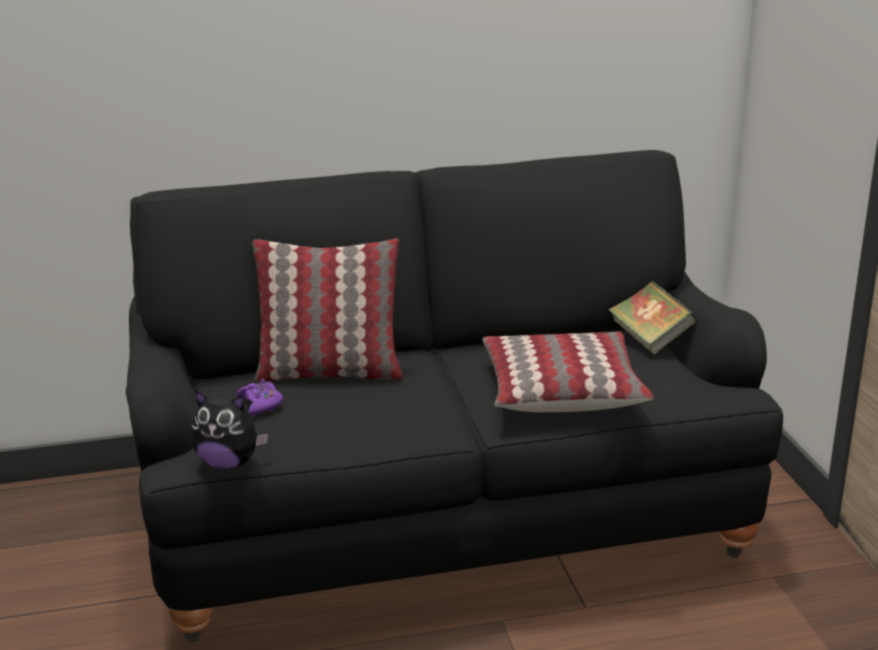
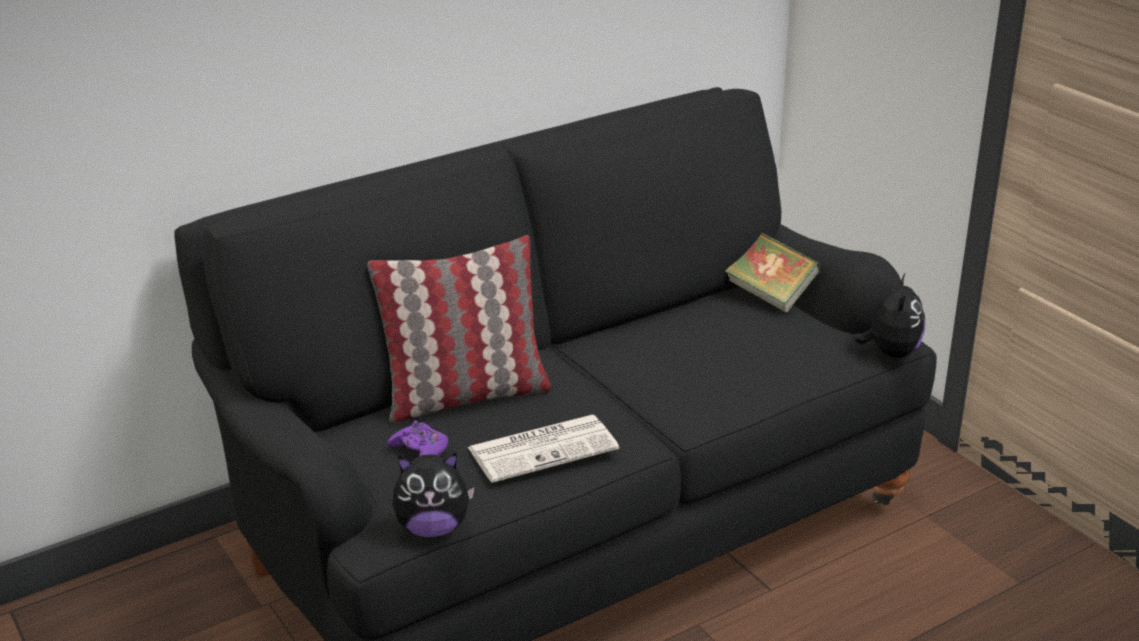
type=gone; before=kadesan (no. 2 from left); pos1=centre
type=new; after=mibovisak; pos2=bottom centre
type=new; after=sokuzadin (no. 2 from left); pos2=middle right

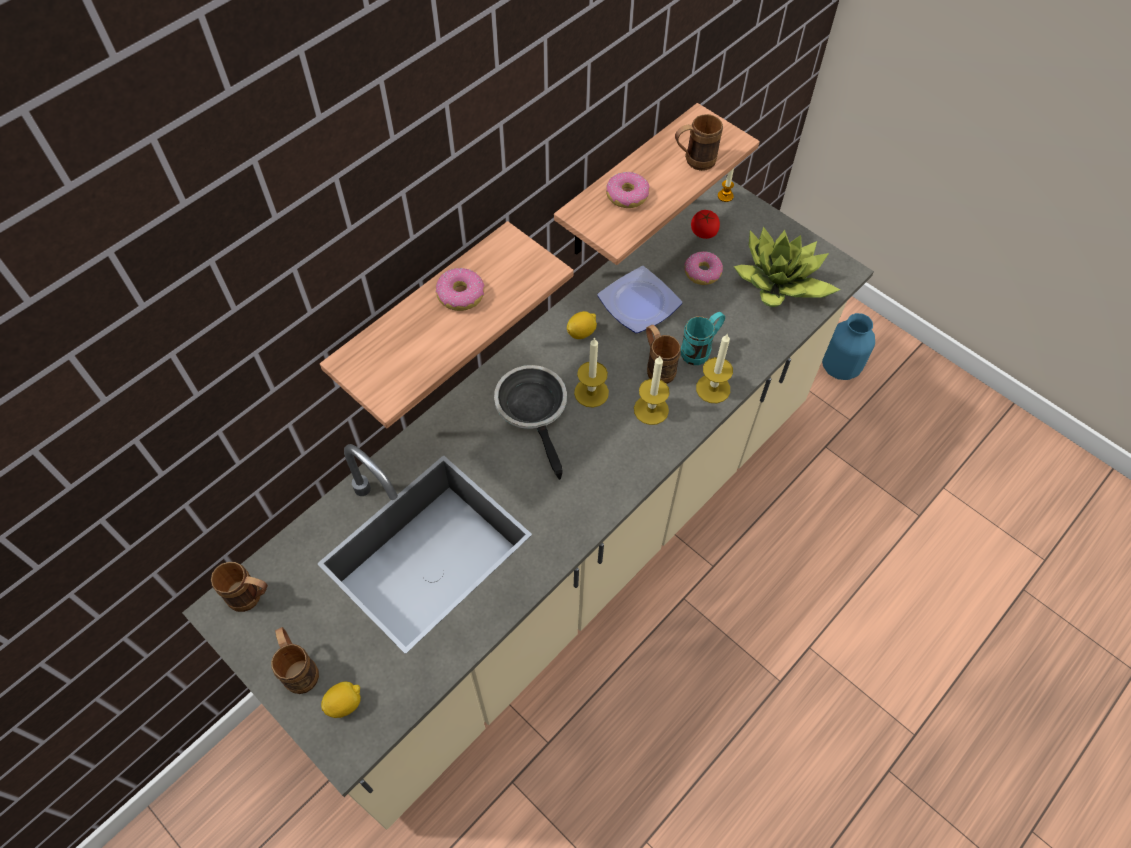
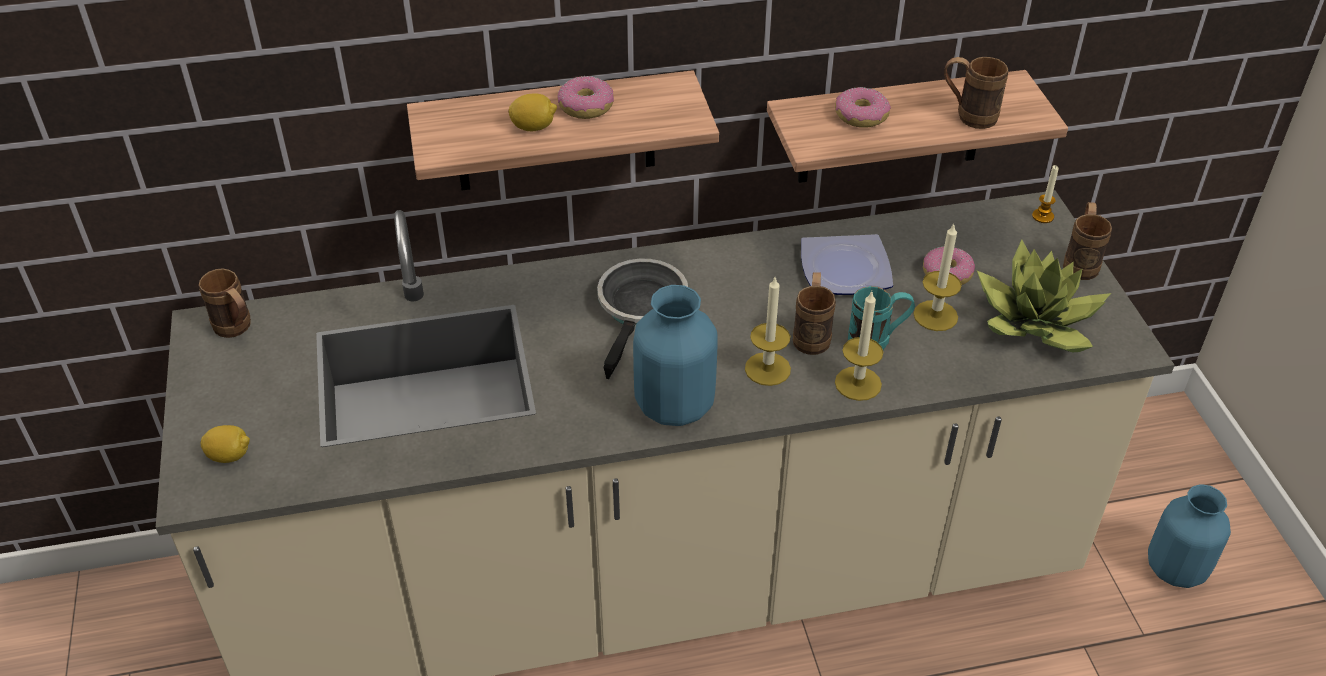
type=gone; before=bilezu; pos1=top centre
type=new; after=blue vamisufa (no. 1 from left); pos2=centre
type=shifted; before=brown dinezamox (no. 2 from left in the first image); after=brown dinezamox (no. 4 from left); pos1=bottom left; pos2=middle right
type=shifted; before=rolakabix (no. 2 from left); pos1=centre; pos2=top centre
type=shifted; before=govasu (no. 1 from left in the first image); after=govasu (no. 3 from left); pos1=centre; pos2=middle right

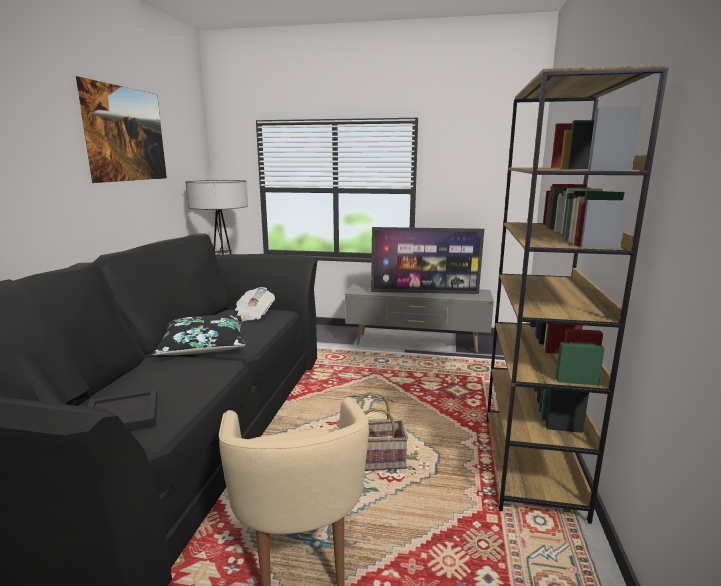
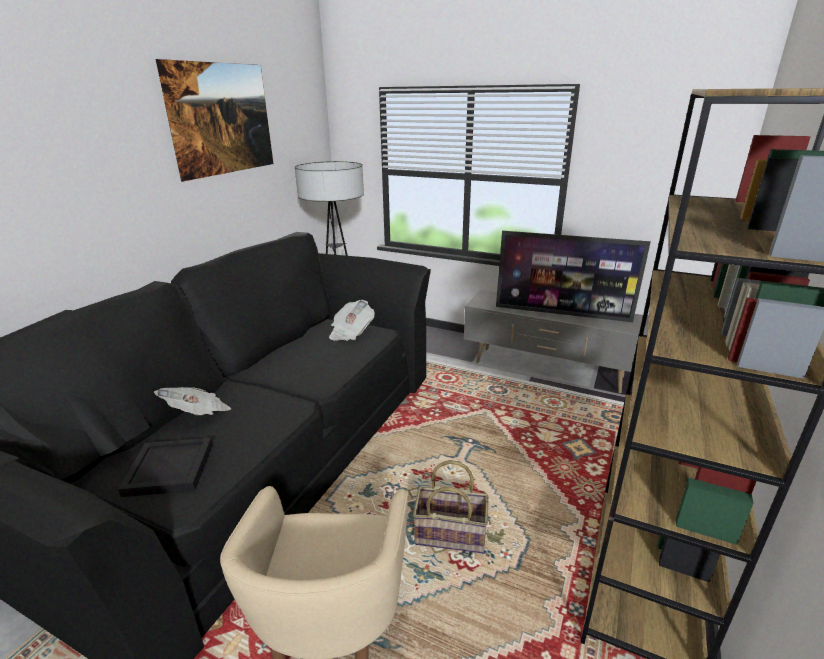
type=gone; before=black kadesan; pos1=middle left
type=new; after=mibovisak (no. 1 from left); pos2=middle left

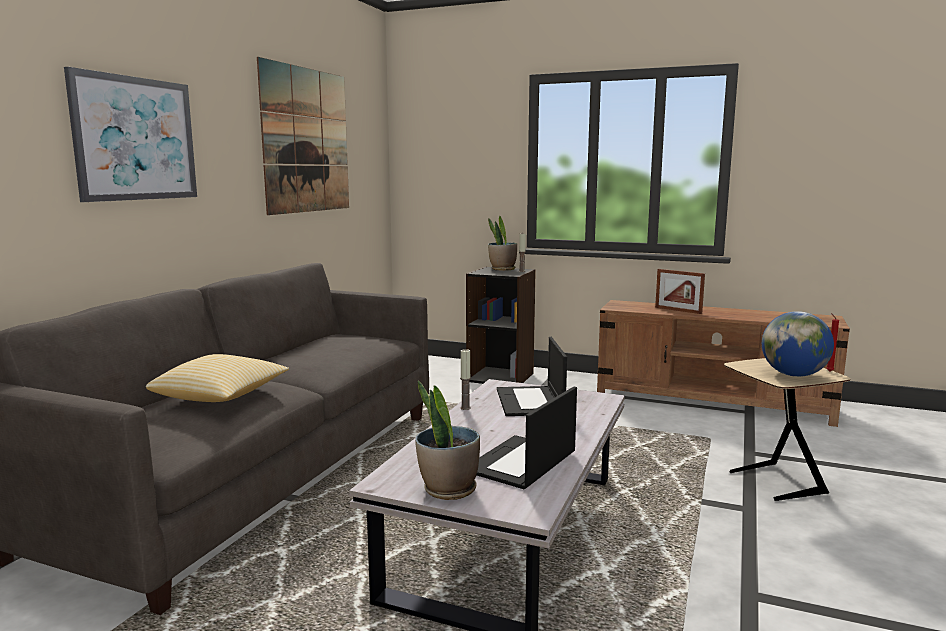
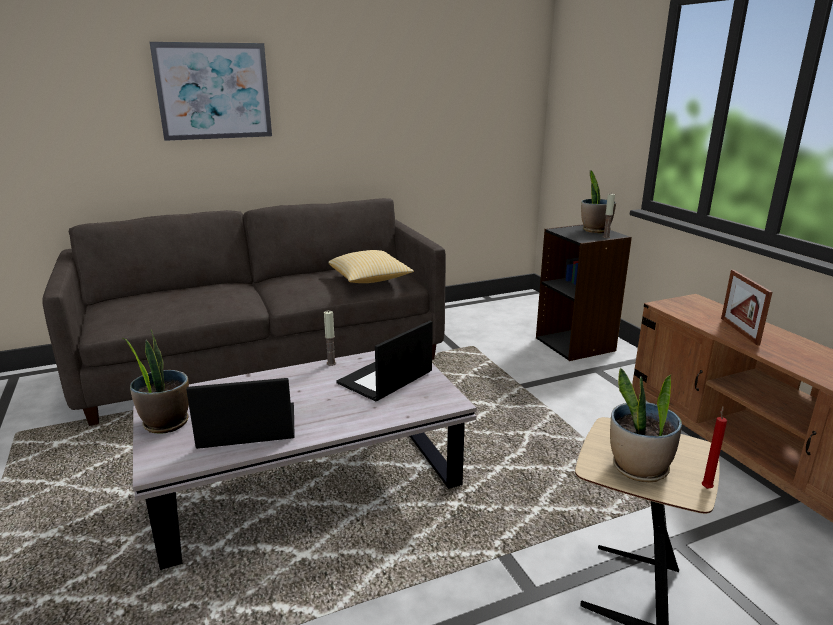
type=gone; before=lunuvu (no. 2 from left); pos1=top left
type=shifted; before=kadesan; pos1=middle left; pos2=centre
type=swapped; before=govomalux; after=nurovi (no. 3 from left); pos1=middle right; pos2=bottom right

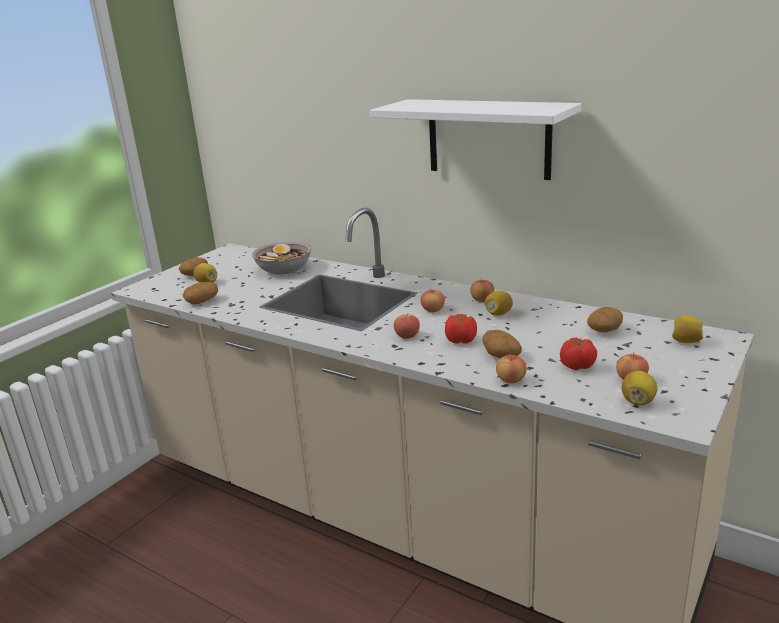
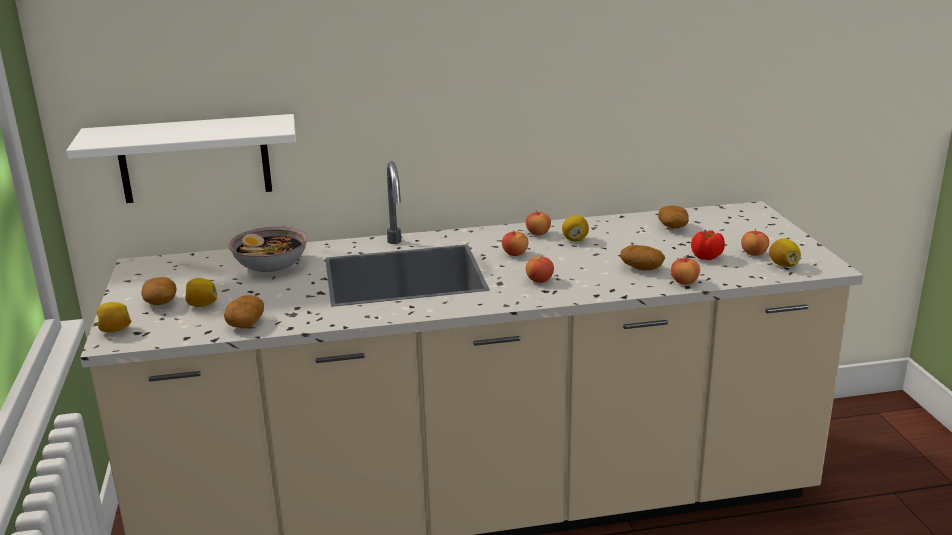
type=gone; before=bilezu (no. 1 from left); pos1=centre
type=shifted; before=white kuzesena; pos1=top centre; pos2=top left
type=shifted; before=rolakabix (no. 4 from left in the first image); after=rolakabix (no. 1 from left); pos1=middle right; pos2=middle left

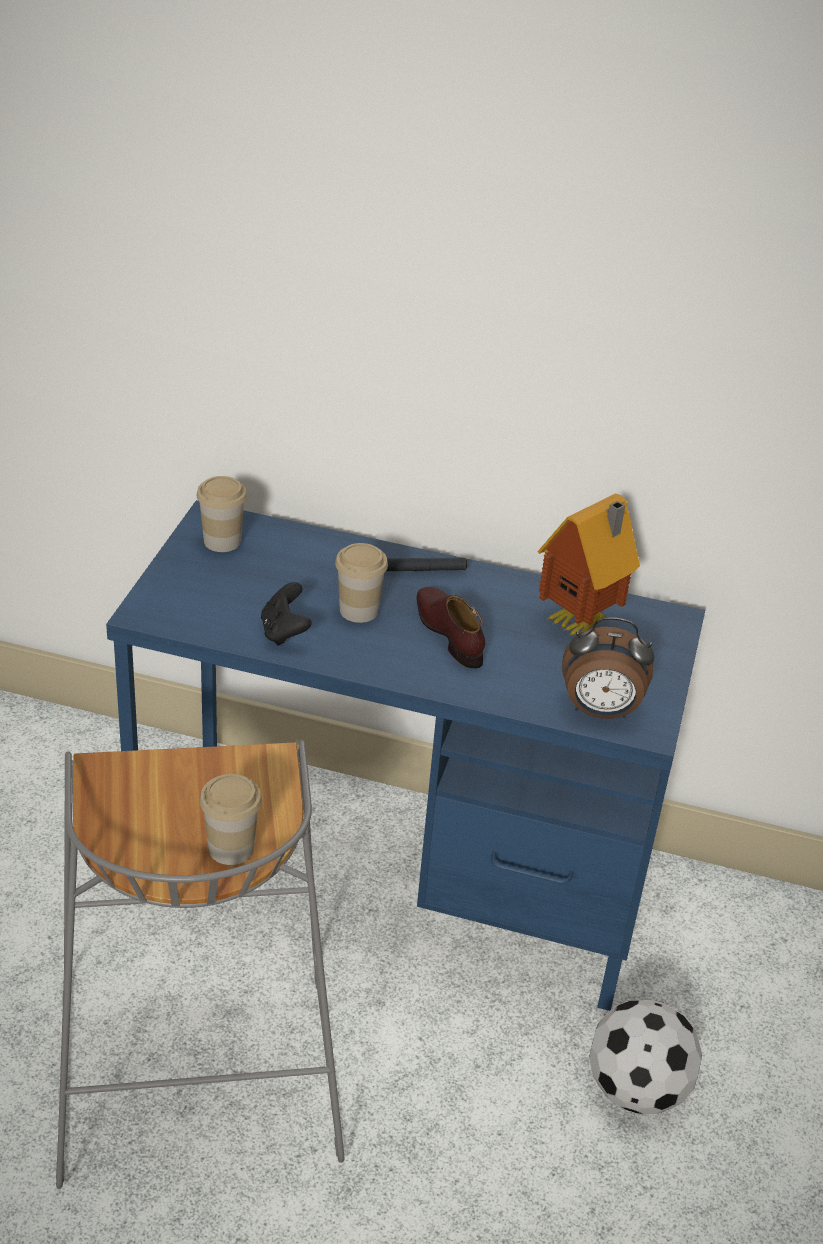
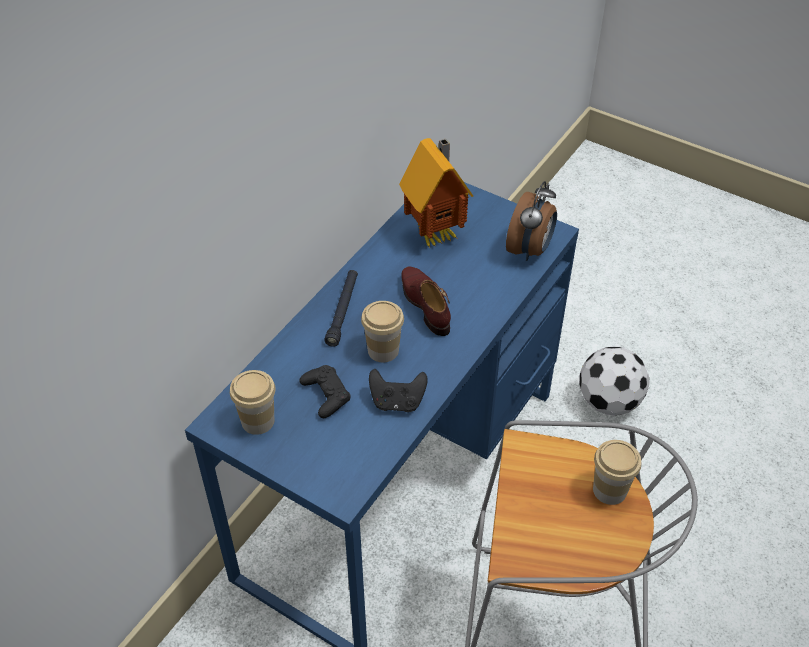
type=new; after=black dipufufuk (no. 1 from left); pos2=centre
type=rotated; before=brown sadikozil; pos1=centre; pos2=centre; turn=75

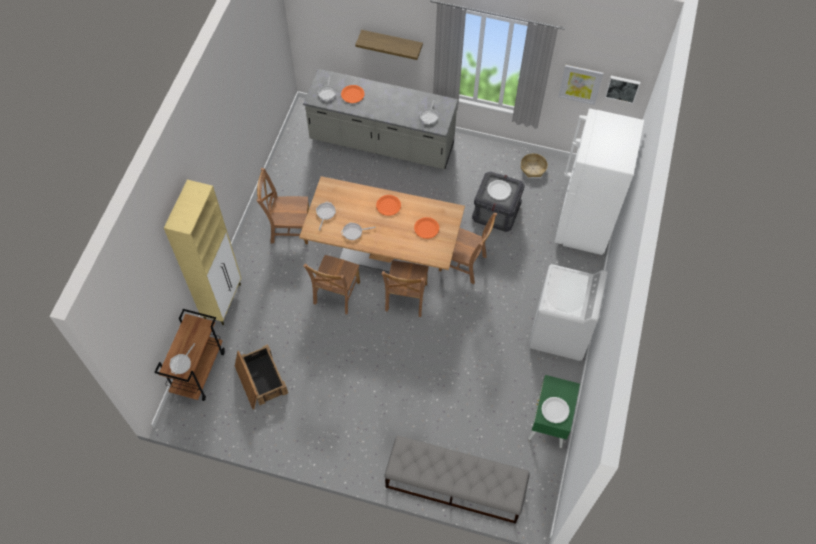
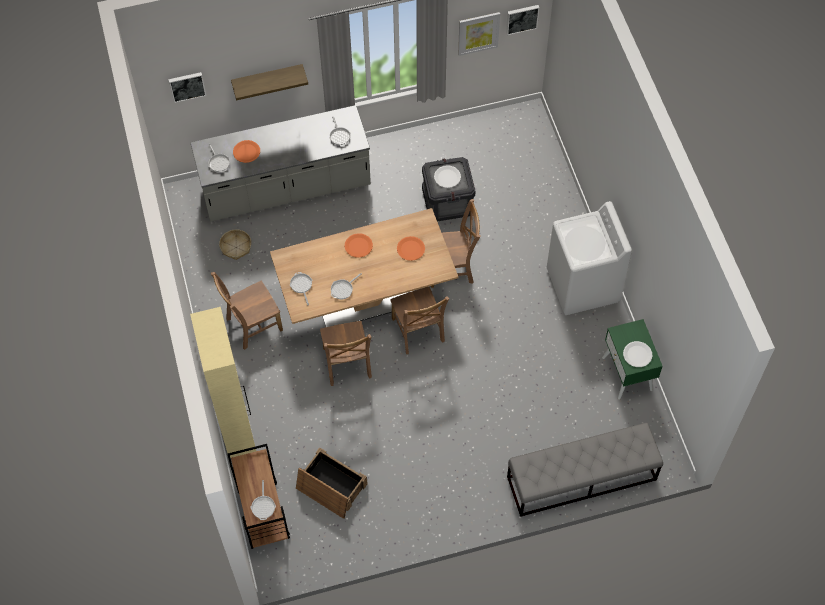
type=gone; before=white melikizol; pos1=top right
type=new; after=lunuvu (no. 1 from left); pos2=top left
type=shifted; before=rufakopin; pos1=top centre; pos2=middle left

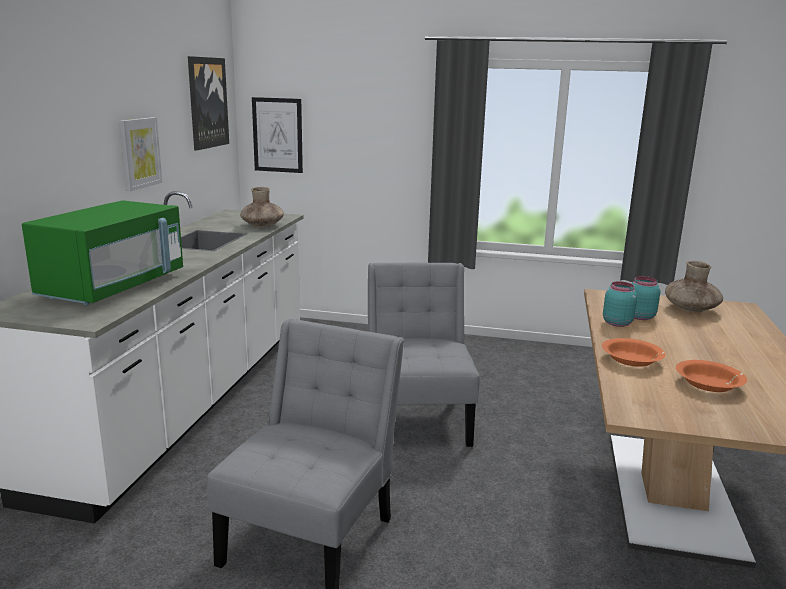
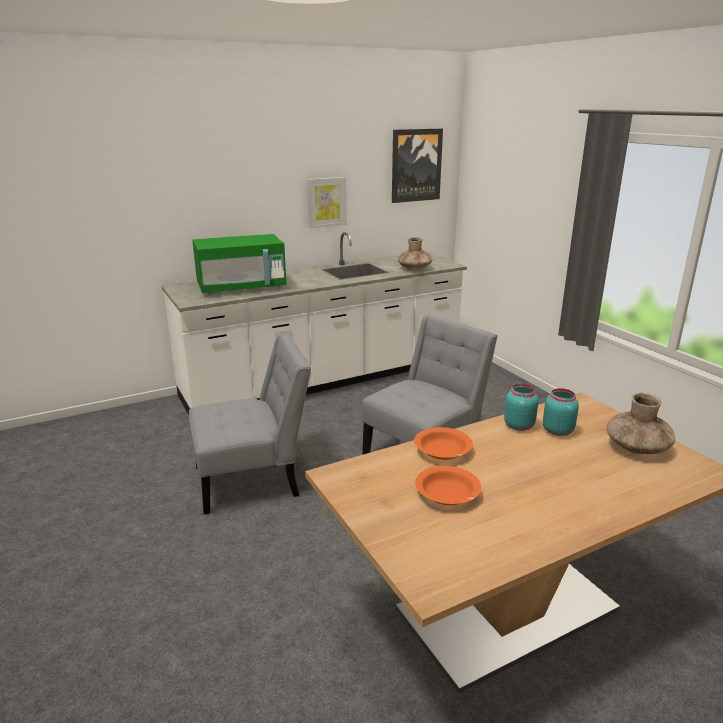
type=gone; before=lunuvu (no. 3 from left); pos1=top centre

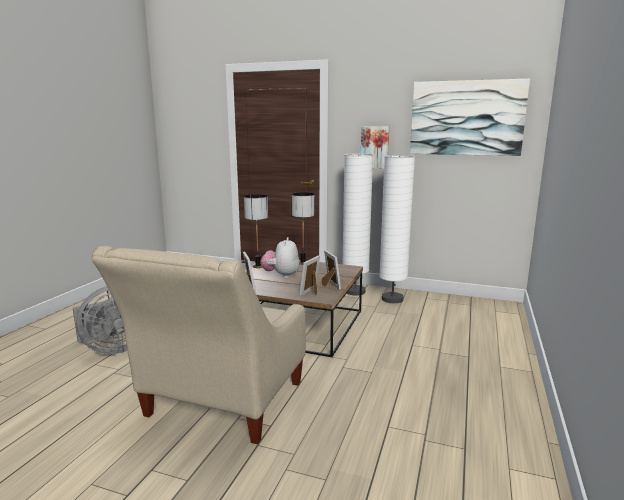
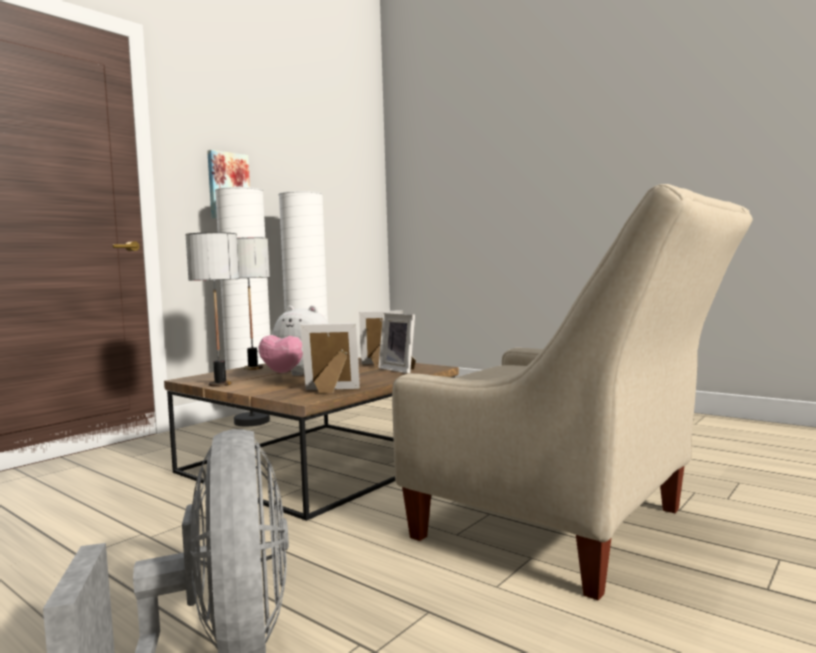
type=gone; before=lunuvu (no. 2 from left); pos1=top right

